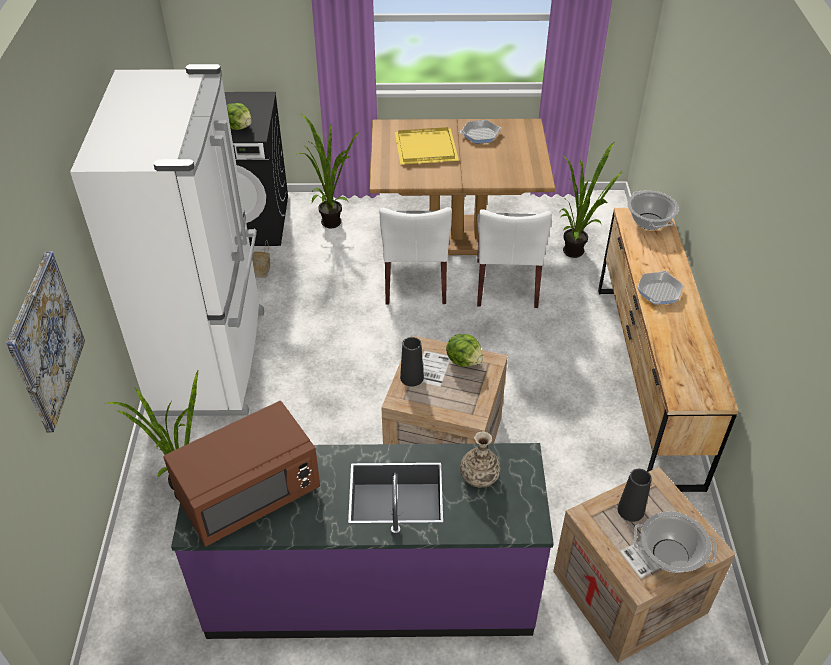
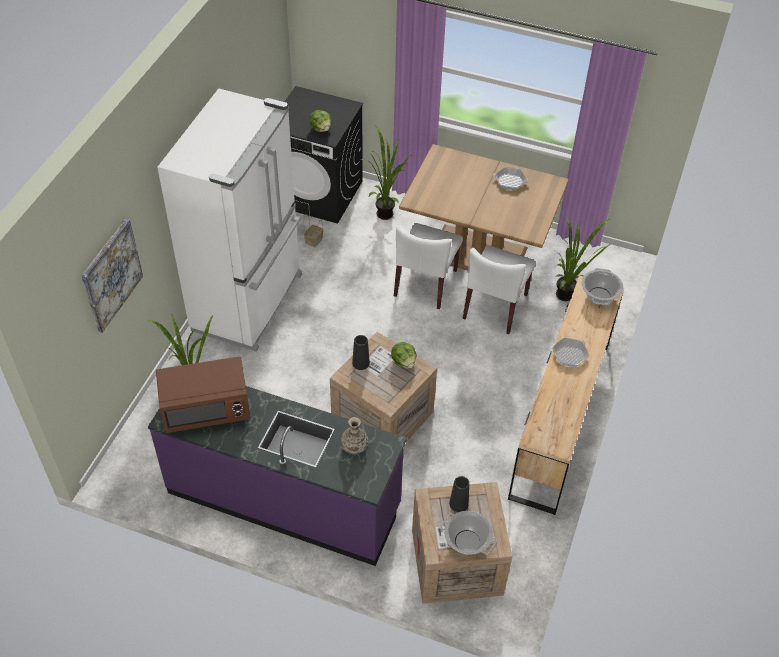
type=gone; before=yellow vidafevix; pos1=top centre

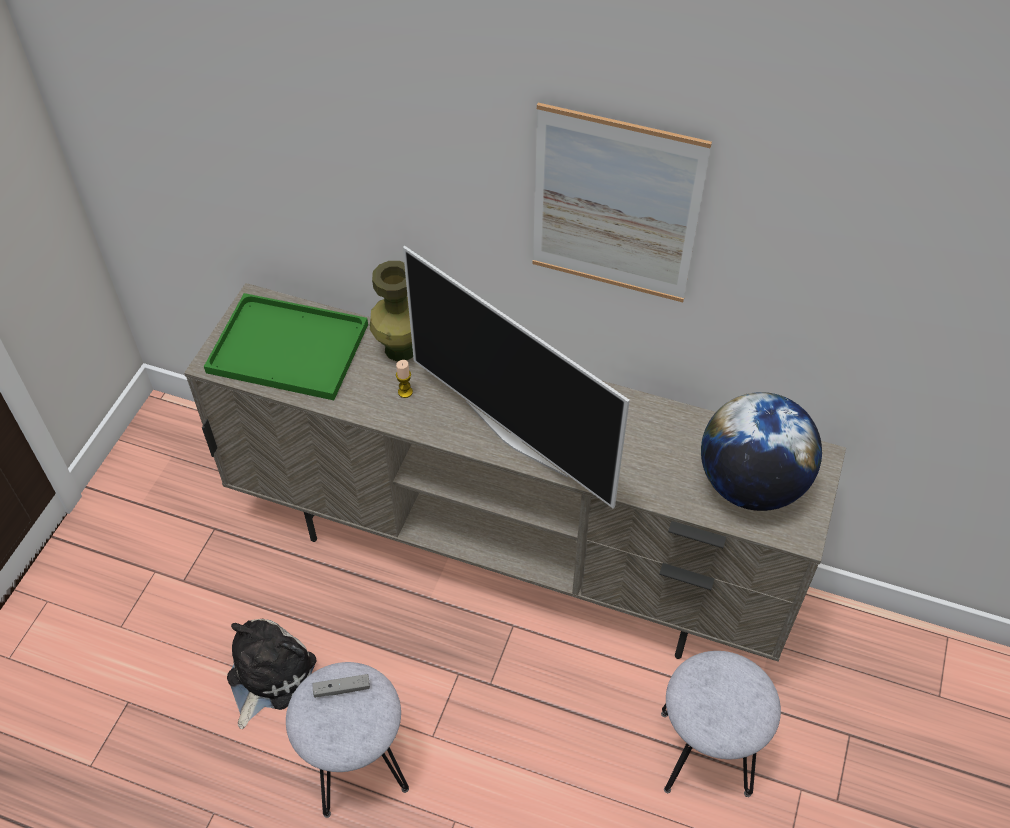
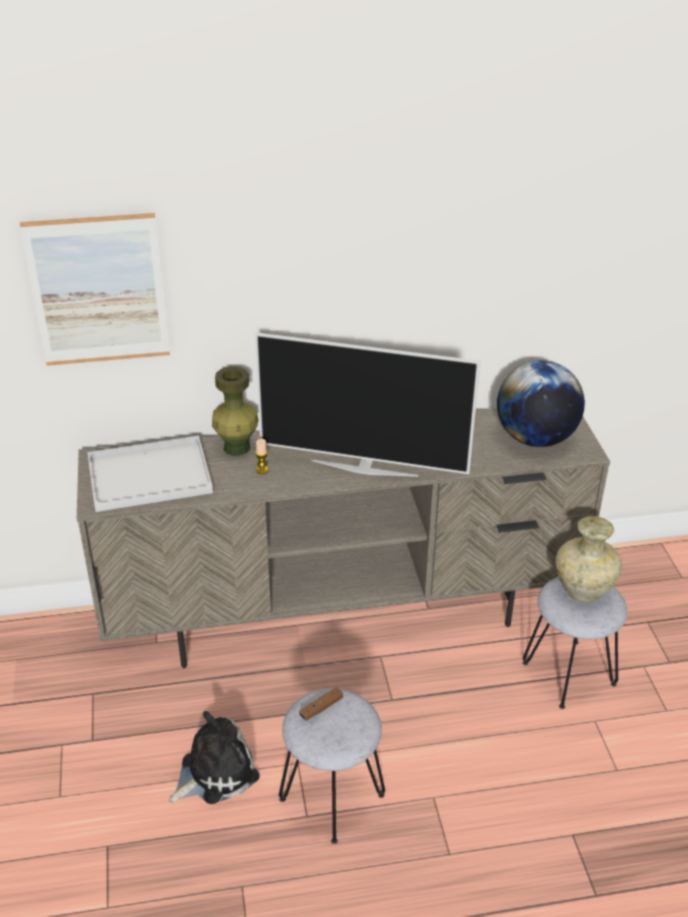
type=new; after=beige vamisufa; pos2=middle right
type=shifted; before=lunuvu; pos1=top centre; pos2=top left
type=repainted; before=green vidafevix; after=white vidafevix; pos1=middle left; pos2=middle left
type=repainted; before=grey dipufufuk; after=brown dipufufuk; pos1=bottom centre; pos2=bottom centre
type=rotated; before=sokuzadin; pos1=bottom left; pos2=bottom left; turn=60

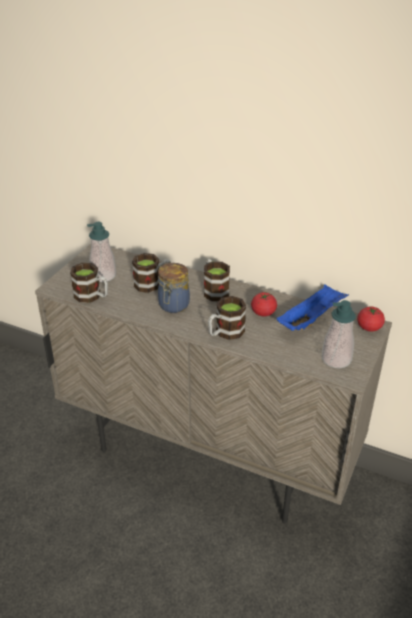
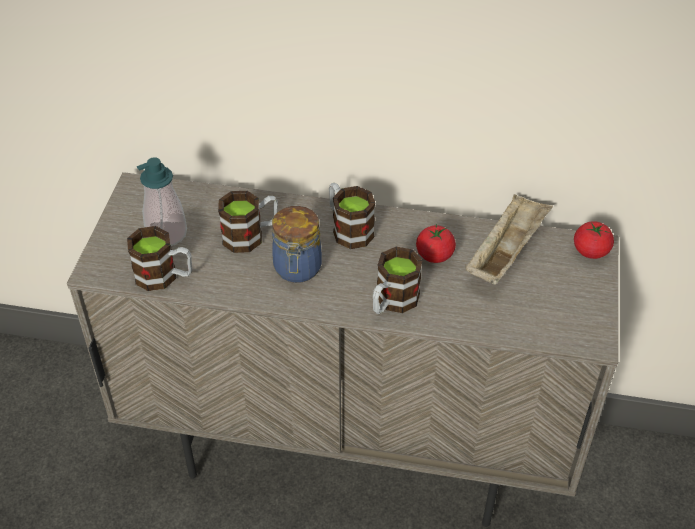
type=gone; before=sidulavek (no. 2 from left); pos1=middle right
type=repainted; before=blue vidafevix; after=beige vidafevix; pos1=middle right; pos2=middle right

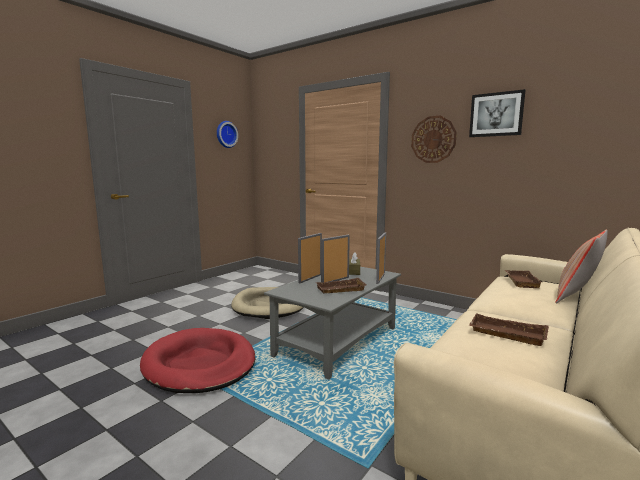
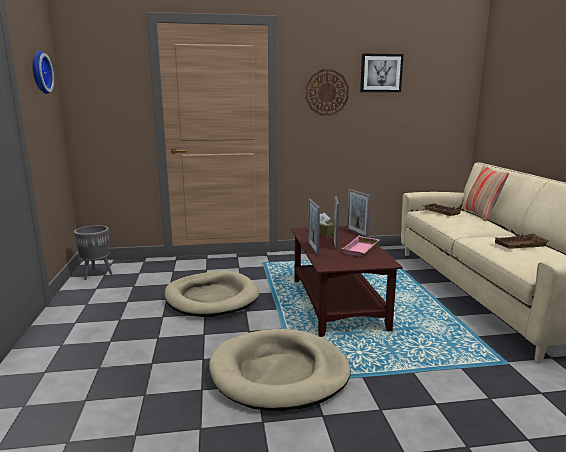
type=new; after=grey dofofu; pos2=middle left
type=repainted; before=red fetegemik; after=beige fetegemik (no. 2 from left); pos1=bottom left; pos2=bottom centre
type=repainted; before=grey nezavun; after=brown nezavun; pos1=bottom centre; pos2=centre
type=repainted; before=brown vidafevix (no. 1 from left); after=pink vidafevix; pos1=centre; pos2=centre

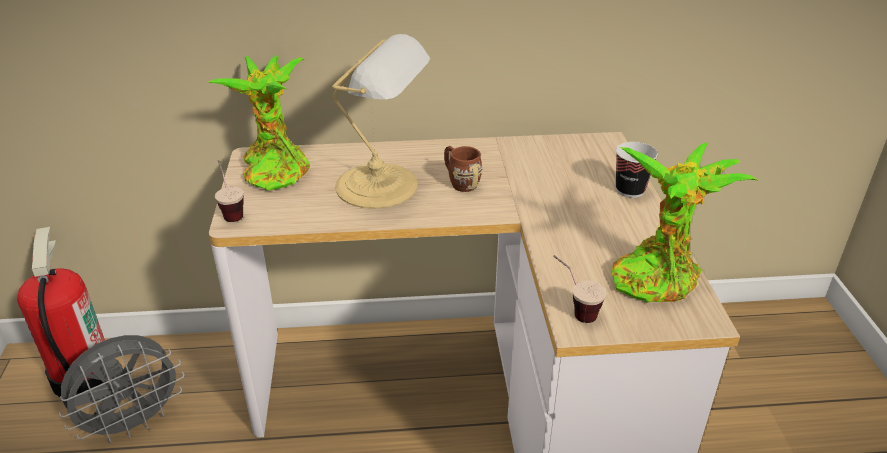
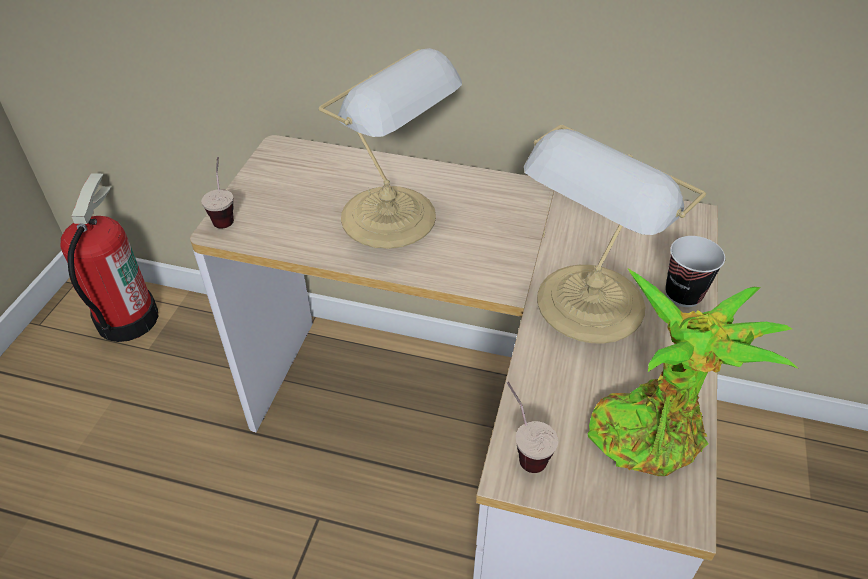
type=gone; before=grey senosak; pos1=bottom left
type=gone; before=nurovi (no. 1 from left); pos1=top left
type=gone; before=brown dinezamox; pos1=centre
type=new; after=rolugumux (no. 2 from left); pos2=middle right

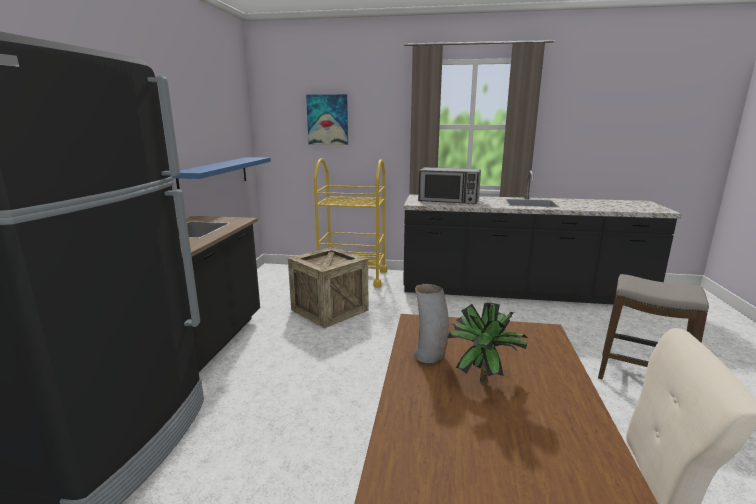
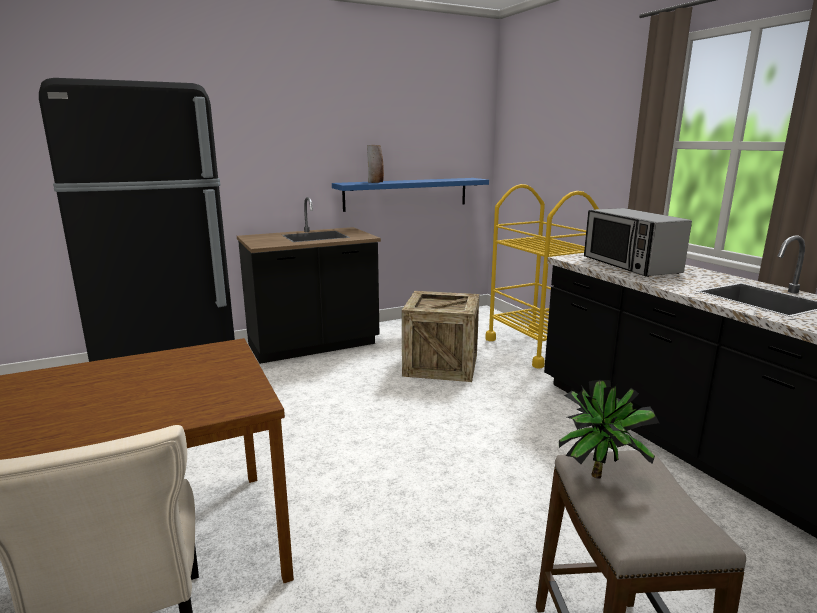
type=gone; before=lunuvu; pos1=top centre
type=shifted; before=vamisufa; pos1=centre; pos2=top centre
type=shifted; before=nurovi; pos1=bottom centre; pos2=bottom right

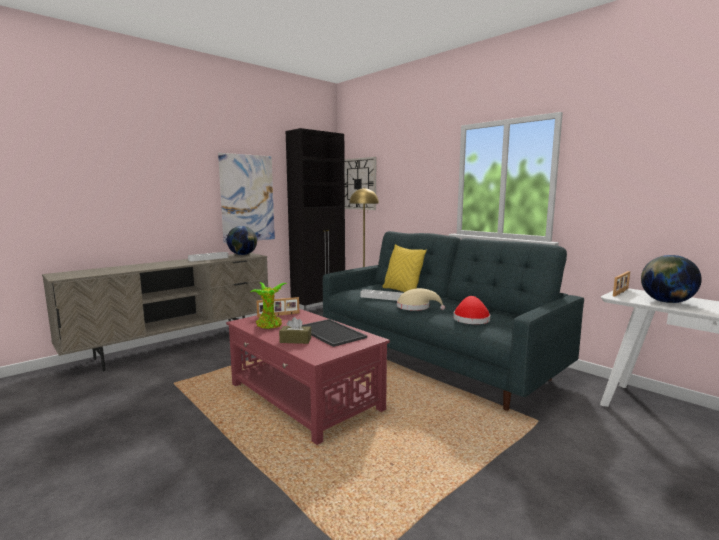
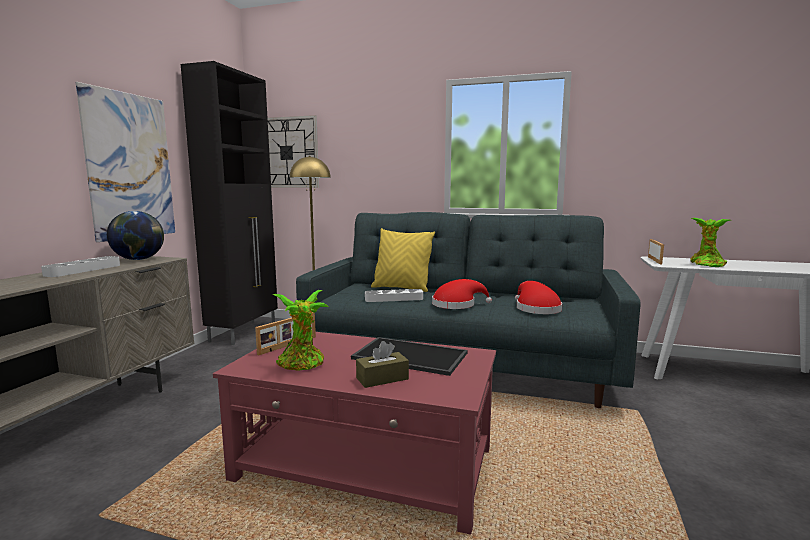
type=swapped; before=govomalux (no. 2 from left); after=nurovi (no. 2 from left); pos1=middle right; pos2=middle right
type=repainted; before=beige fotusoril; after=red fotusoril (no. 1 from left); pos1=centre; pos2=centre

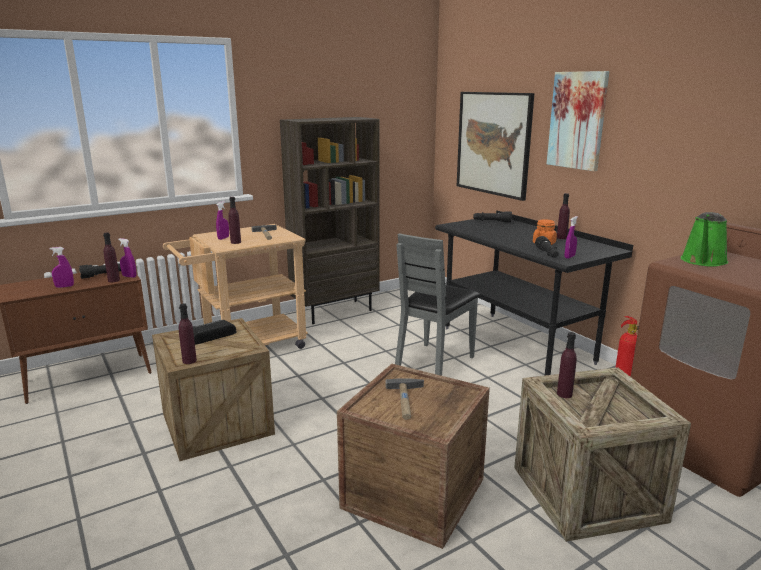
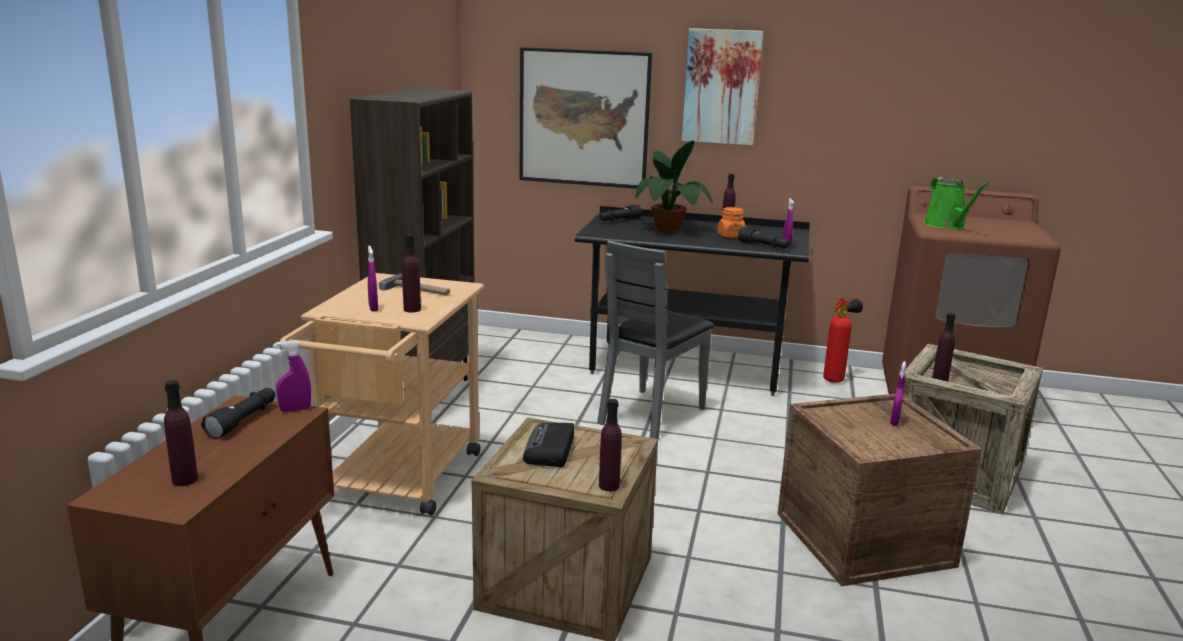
type=gone; before=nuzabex (no. 2 from left); pos1=bottom centre
type=new; after=nurovi; pos2=top centre
type=shifted; before=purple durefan (no. 1 from left in the first image); after=purple durefan (no. 4 from left); pos1=middle left; pos2=middle right
type=shifted; before=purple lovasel (no. 1 from left); pos1=middle left; pos2=bottom left
type=rotated; before=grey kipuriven; pos1=centre; pos2=centre; turn=45

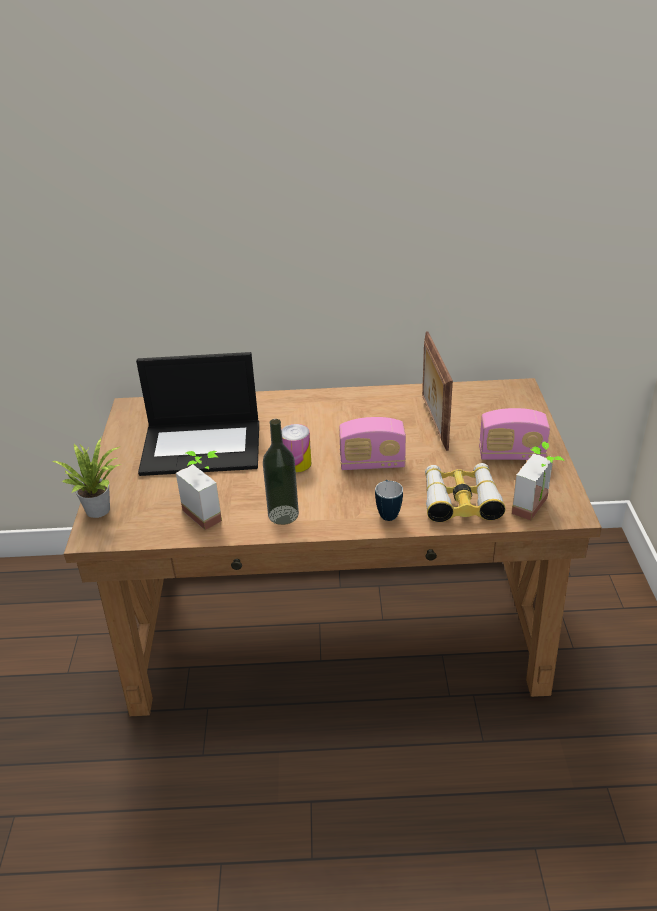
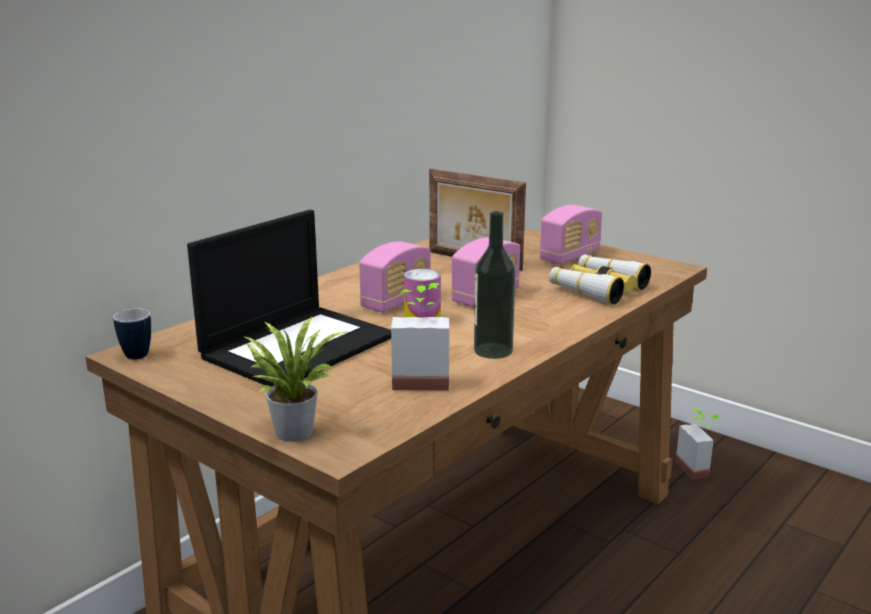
type=new; after=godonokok (no. 1 from left); pos2=centre
type=shifted; before=dinezamox; pos1=centre; pos2=middle left
type=shifted; before=nurovi (no. 3 from left); pos1=middle right; pos2=bottom right

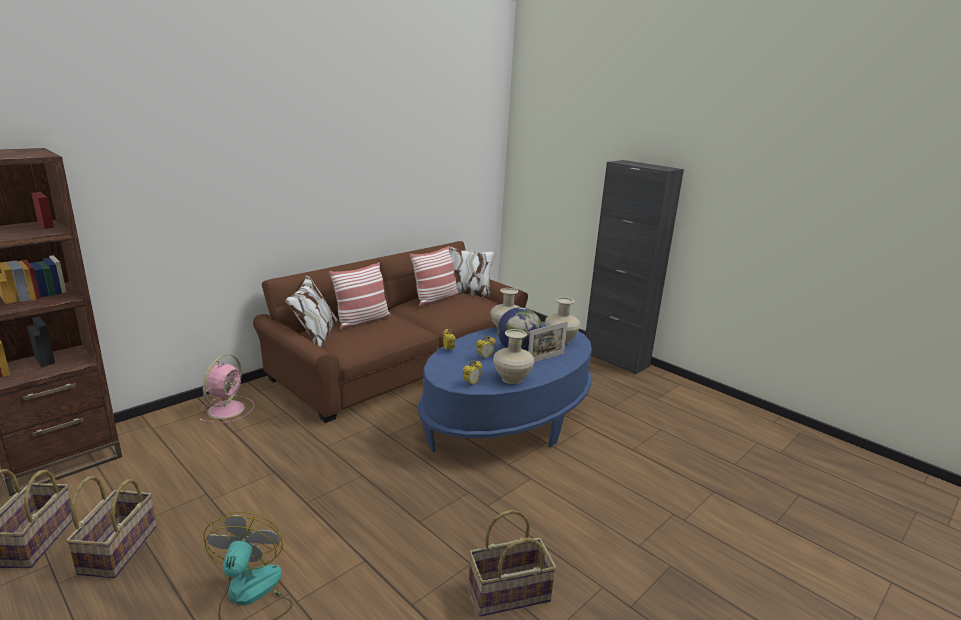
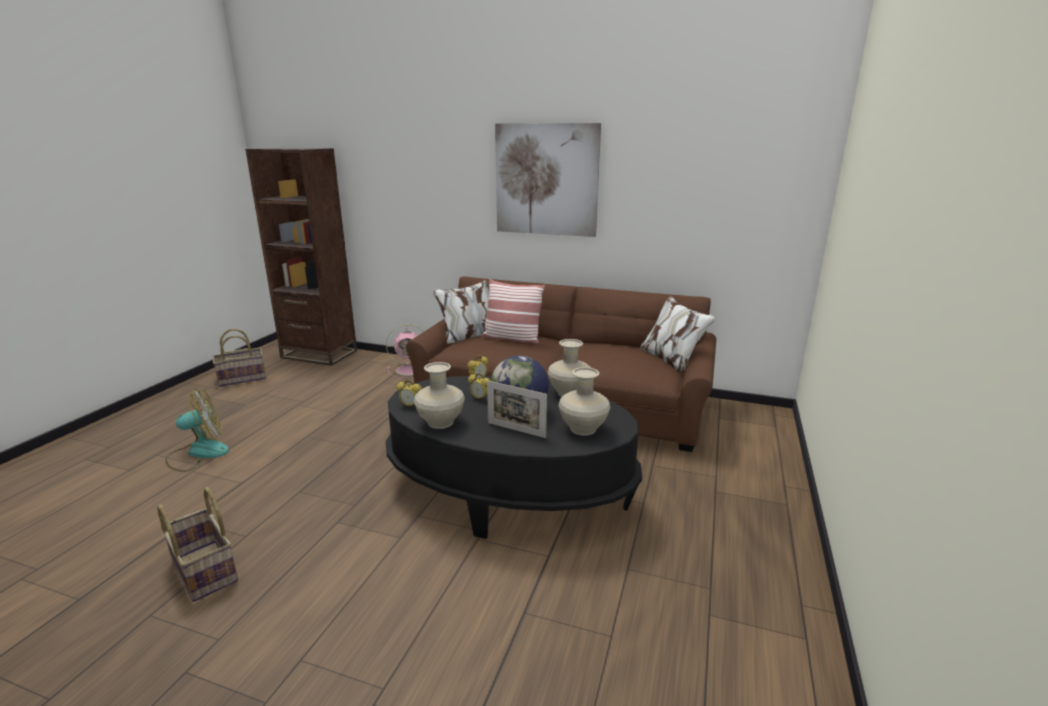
type=gone; before=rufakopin (no. 2 from left); pos1=bottom left
type=gone; before=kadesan (no. 2 from left); pos1=centre
type=gone; before=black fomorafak; pos1=centre
type=new; after=lunuvu; pos2=top centre
type=repainted; before=blue nezavun; after=black nezavun; pos1=centre; pos2=centre

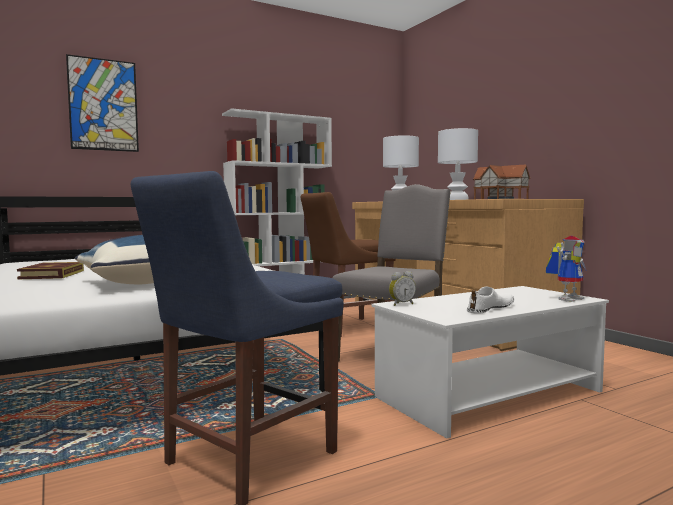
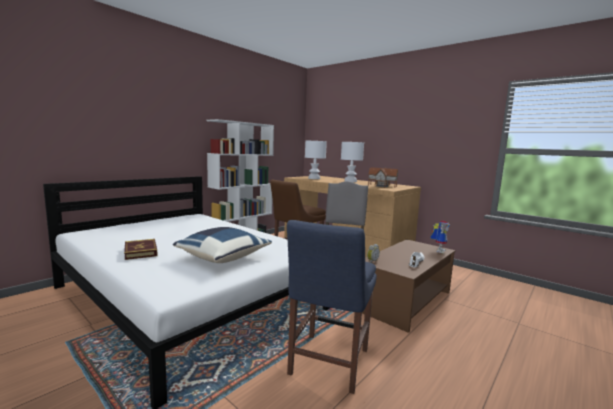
type=gone; before=lunuvu; pos1=top left
type=repainted; before=white nezavun; after=brown nezavun; pos1=bottom right; pos2=bottom centre

